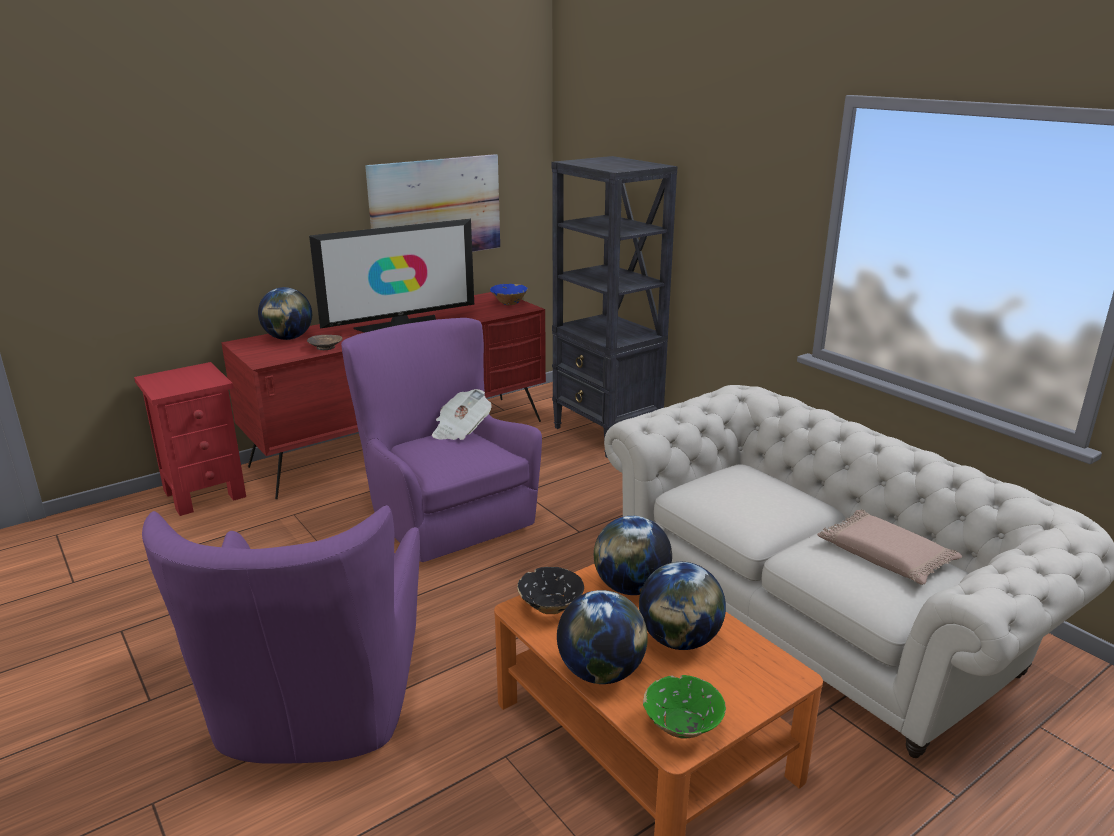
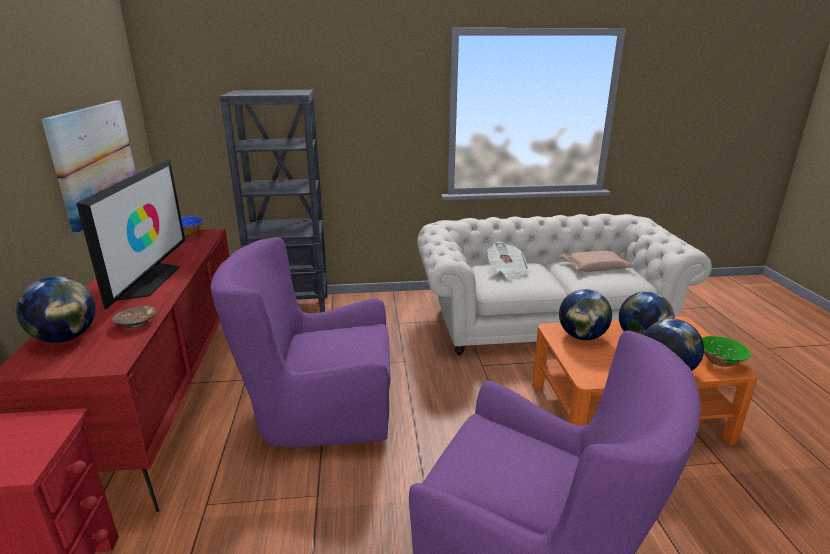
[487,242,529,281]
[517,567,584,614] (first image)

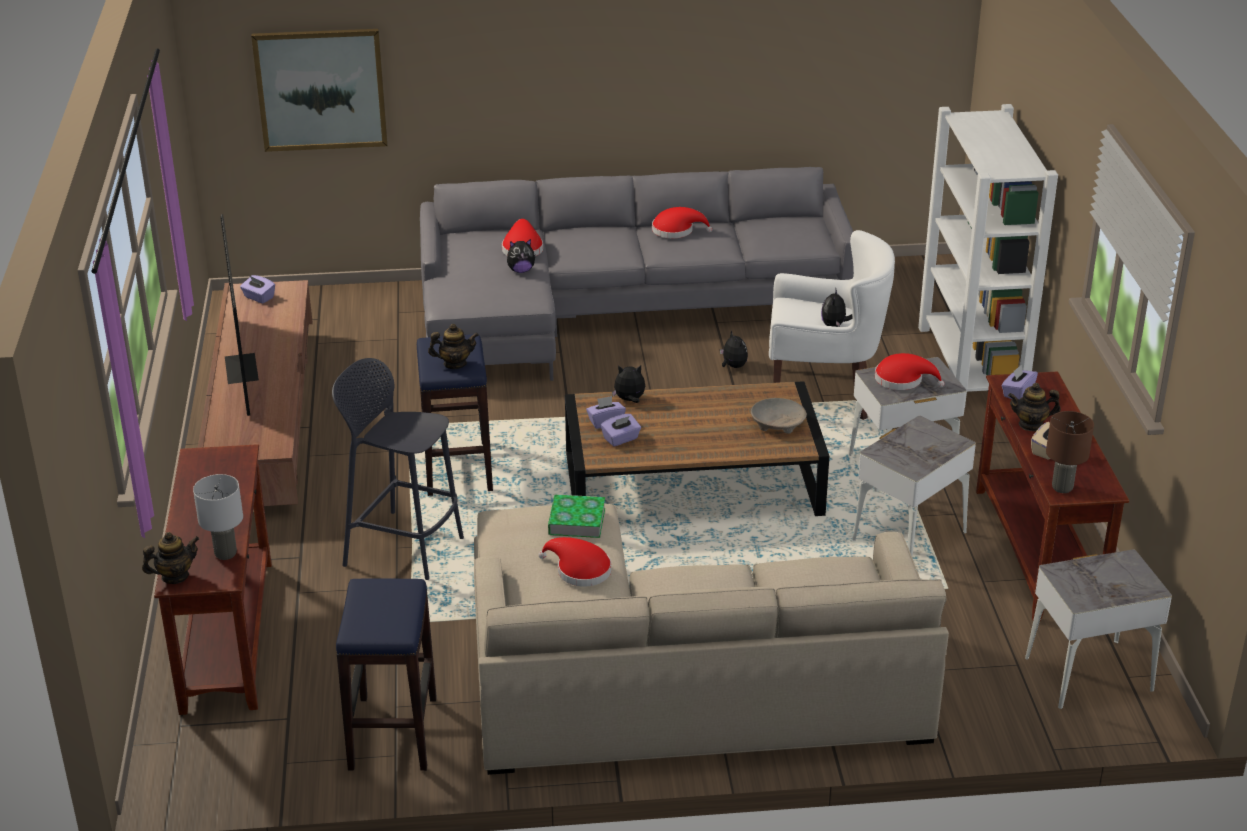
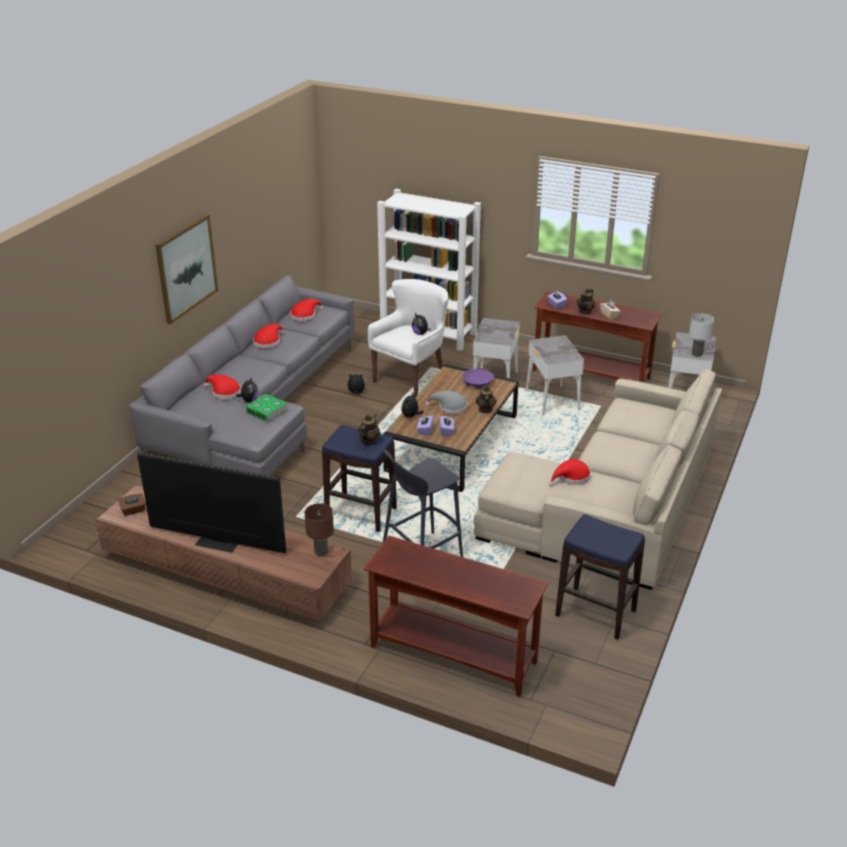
[118,494,146,516]
[155,214,218,324]
[246,394,287,422]
[290,299,323,321]
[304,503,334,556]
[426,391,468,414]
[462,369,494,389]
[476,385,497,413]
[689,313,714,357]

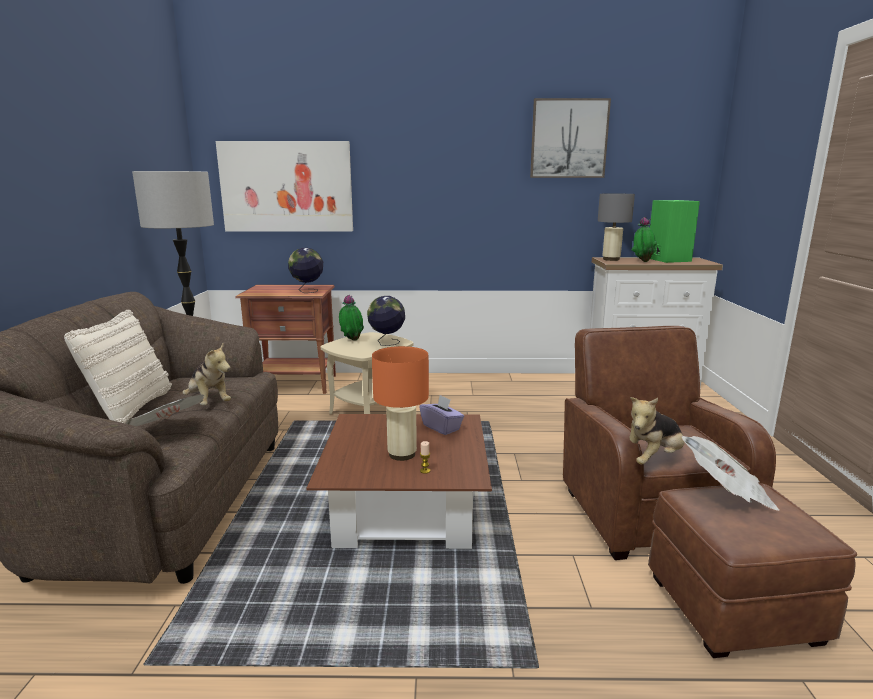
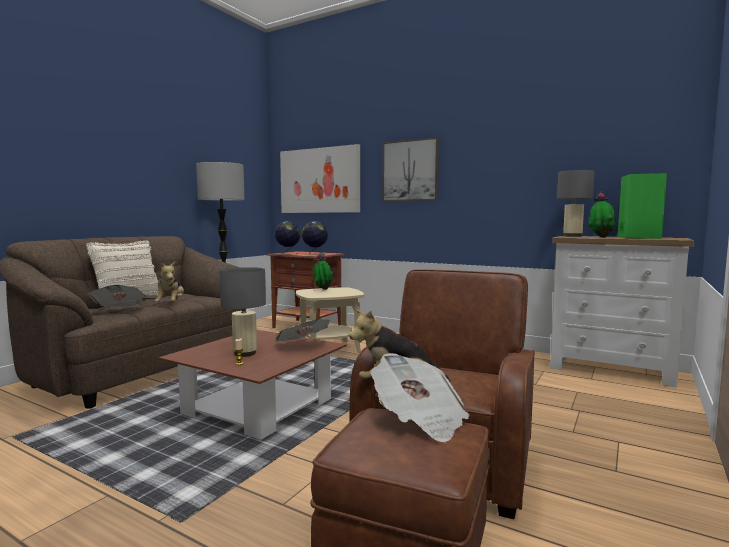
[220,267,266,357]
[275,221,301,254]
[276,319,330,341]
[382,137,439,201]

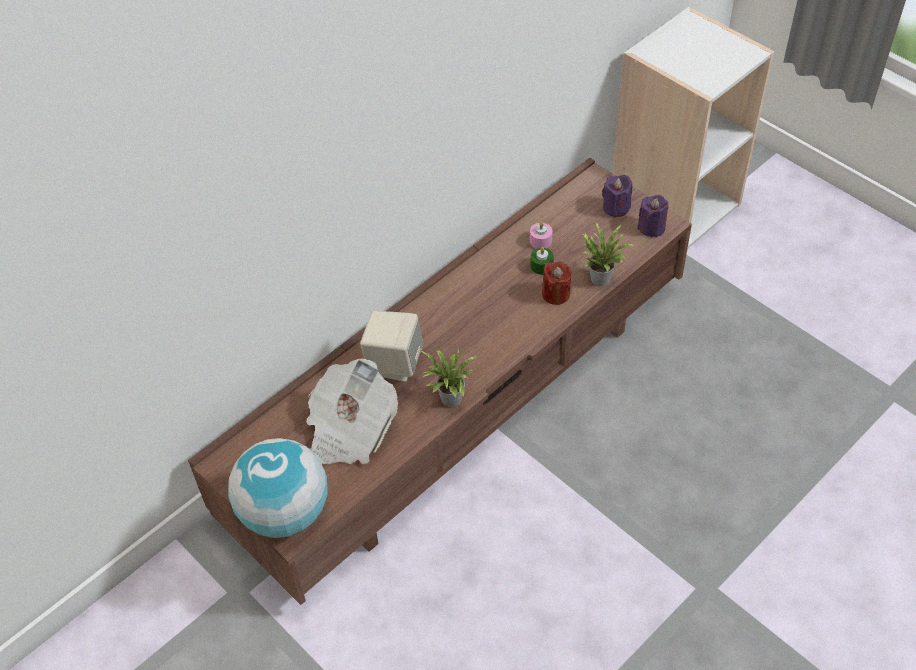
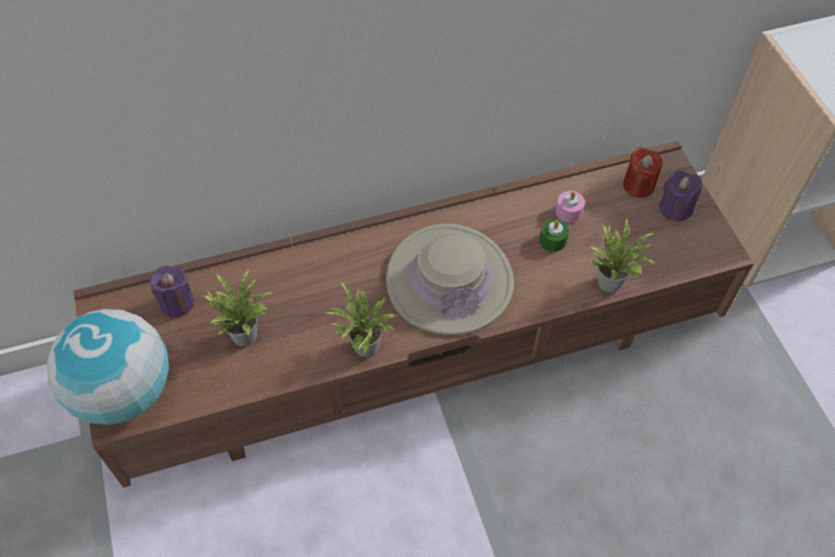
[150,266,194,318]
[203,269,274,346]
[386,224,514,335]
[623,147,663,198]
[360,311,423,382] (first image)

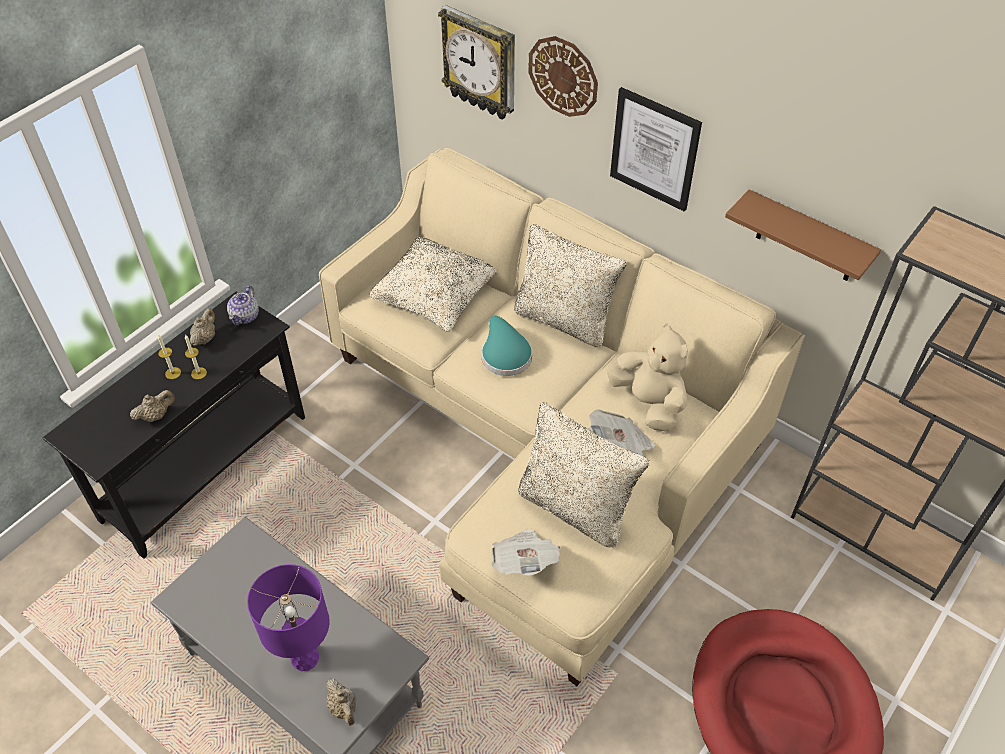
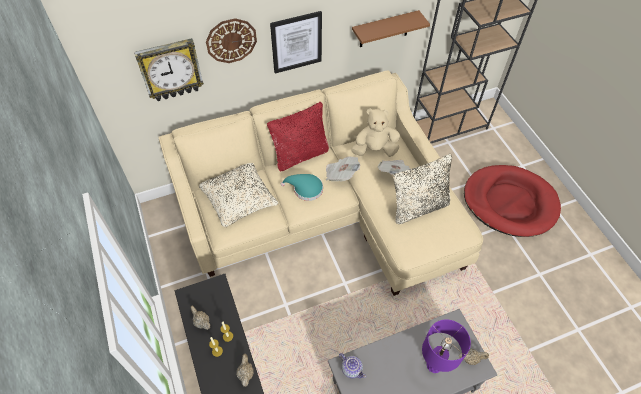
[267,102,329,171]
[326,156,360,181]
[339,353,366,378]

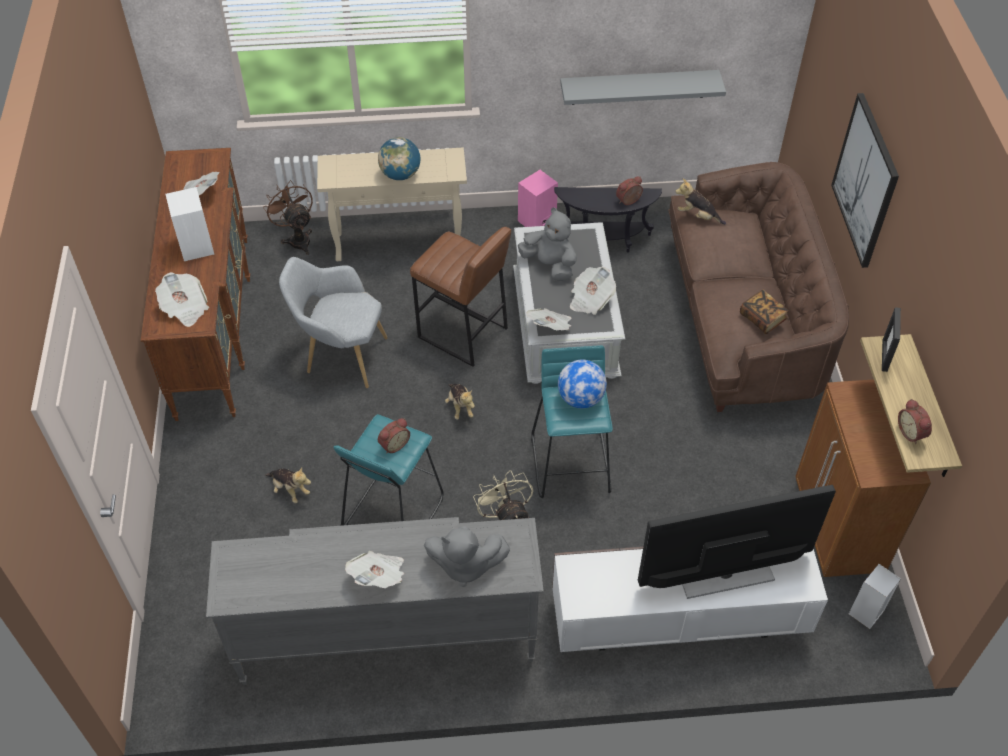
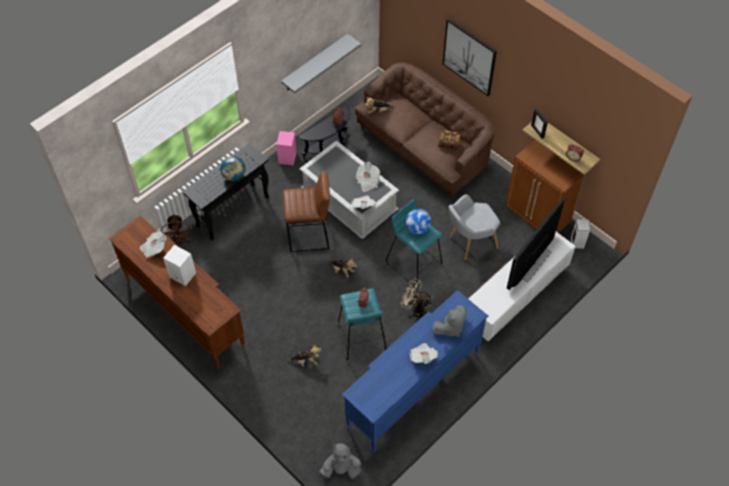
[160,214,191,246]
[183,143,269,241]
[319,443,361,479]
[342,290,488,453]
[449,194,500,260]
[155,272,209,327] (first image)

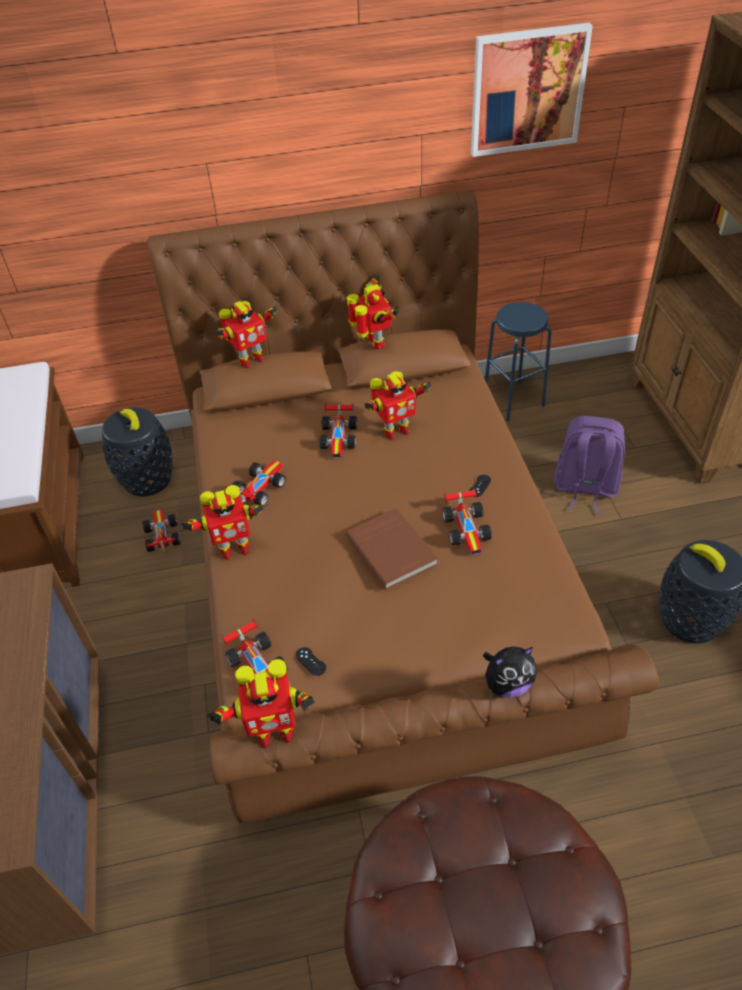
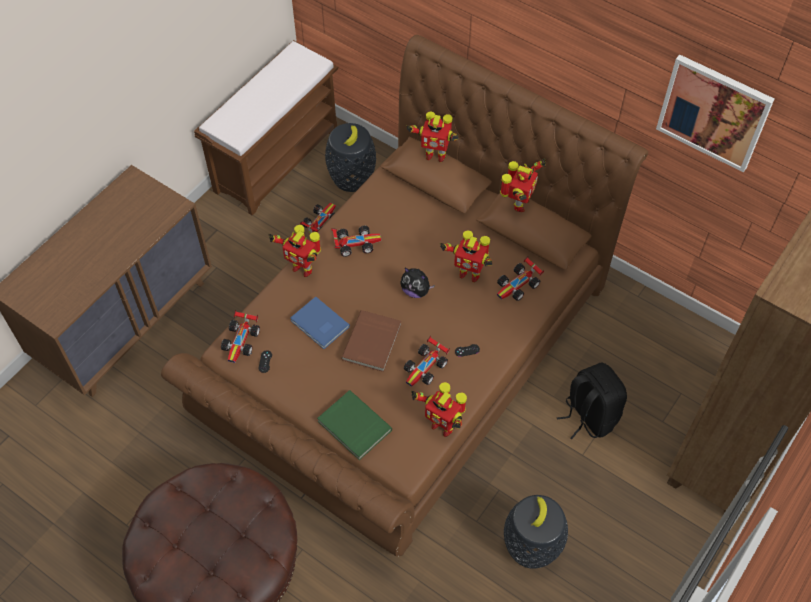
[290,297,350,349]
[317,390,392,460]
[400,268,435,298]
[411,382,467,437]
[497,256,544,301]
[557,363,627,439]
[485,302,552,421] (first image)

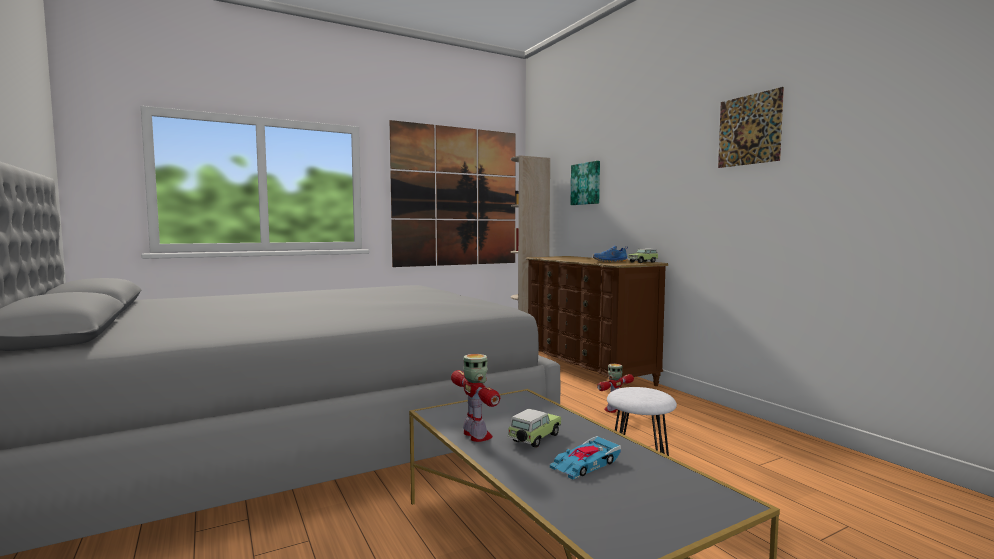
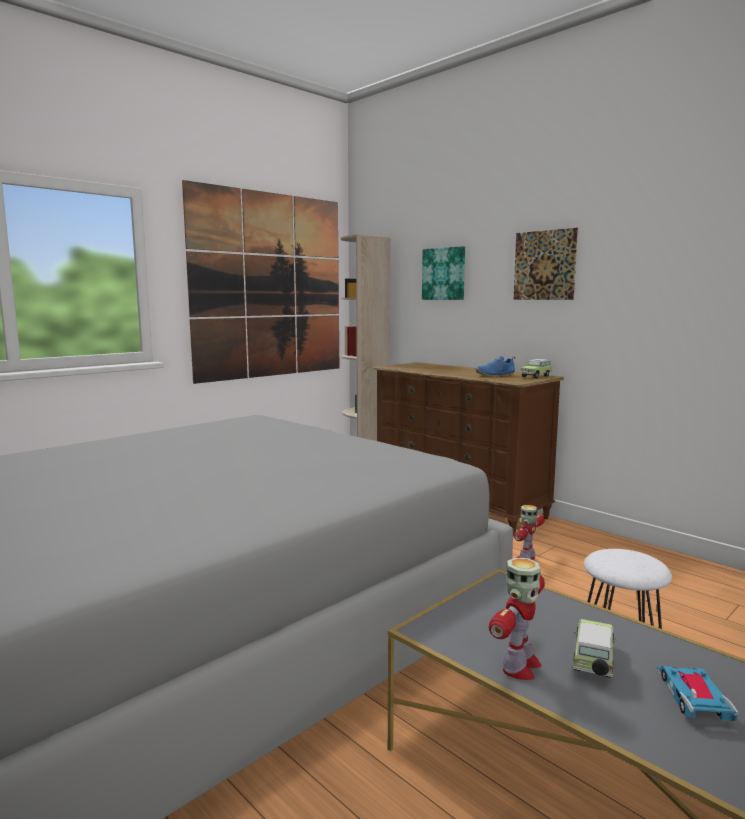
[489,558,545,680]
[514,228,578,300]
[658,666,738,721]

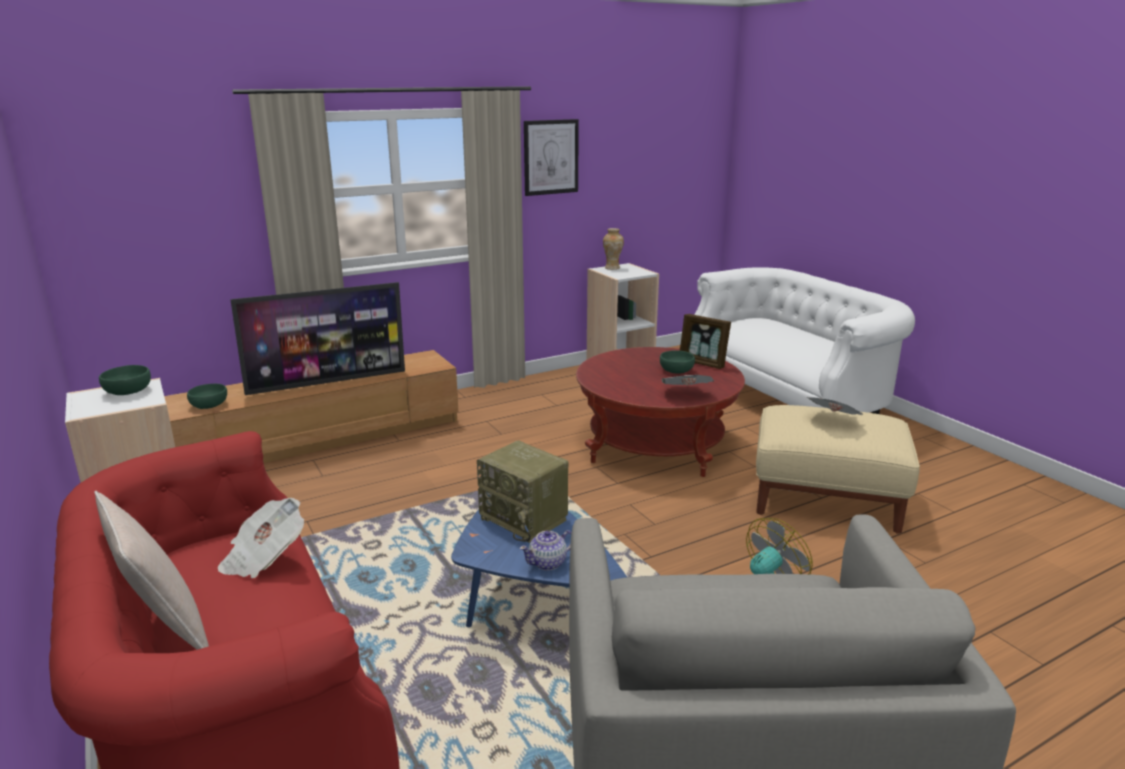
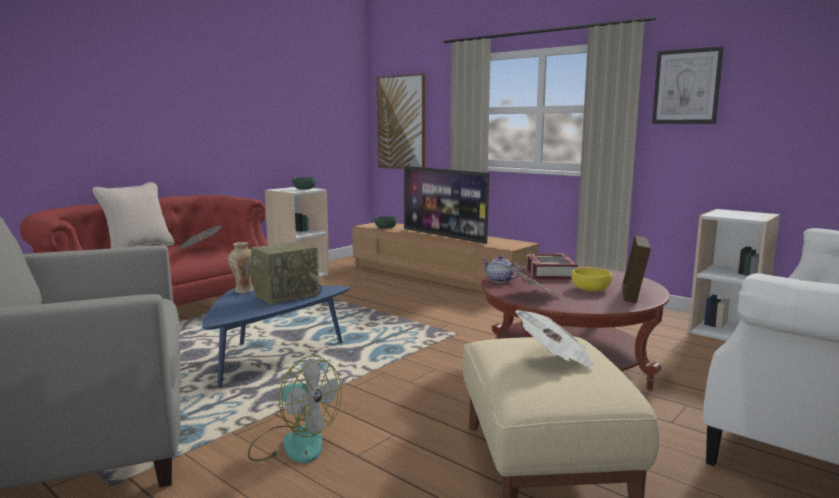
[228,242,254,293]
[251,241,322,305]
[377,74,425,169]
[482,255,520,283]
[525,253,578,279]
[571,268,612,291]

